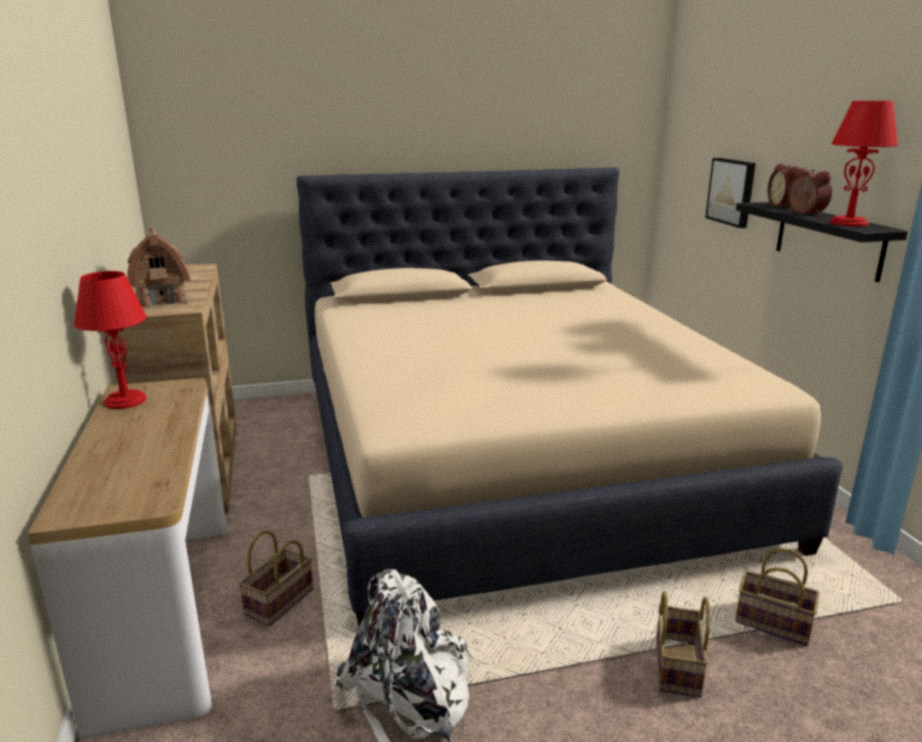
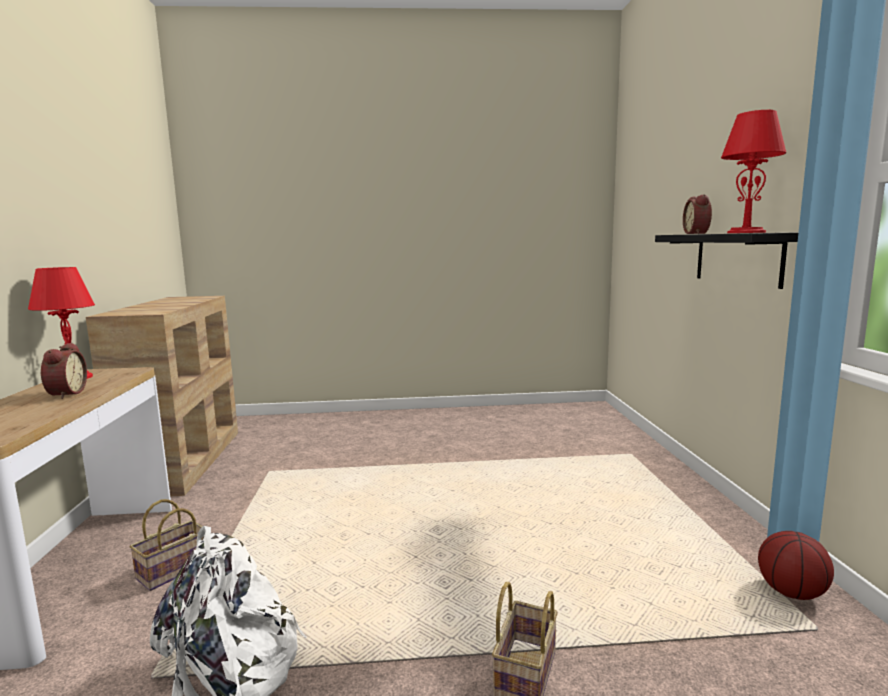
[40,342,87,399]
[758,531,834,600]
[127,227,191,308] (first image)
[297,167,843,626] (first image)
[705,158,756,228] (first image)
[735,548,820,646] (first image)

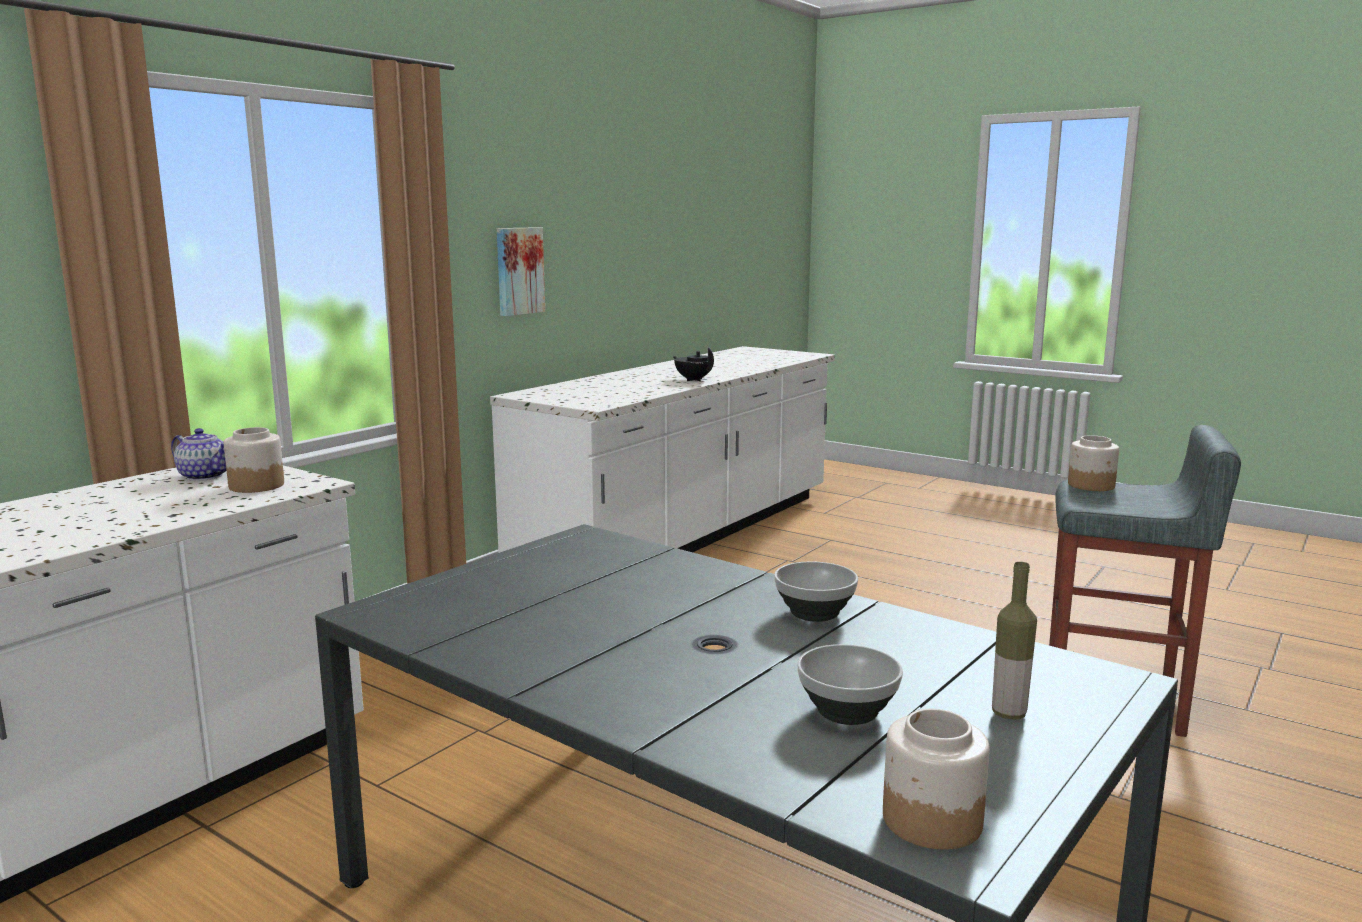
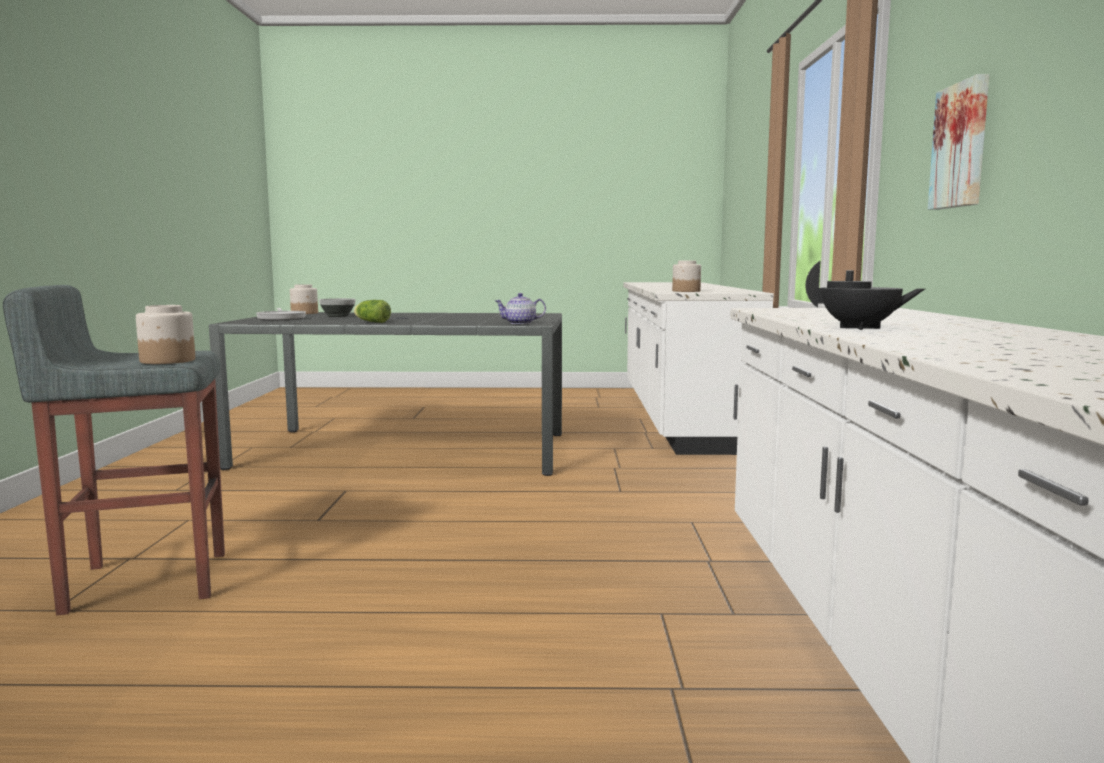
[256,308,306,321]
[354,300,391,323]
[495,293,546,324]

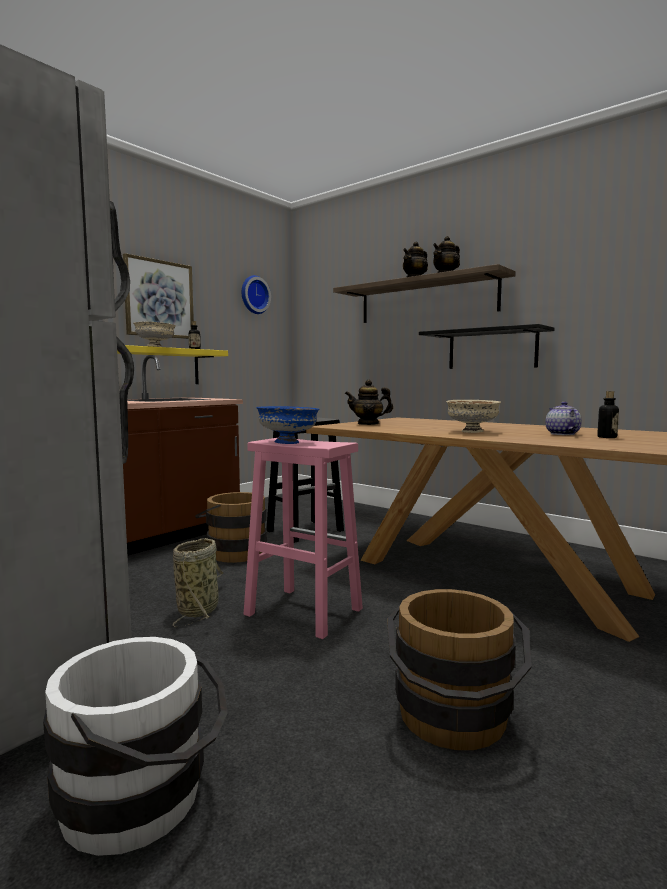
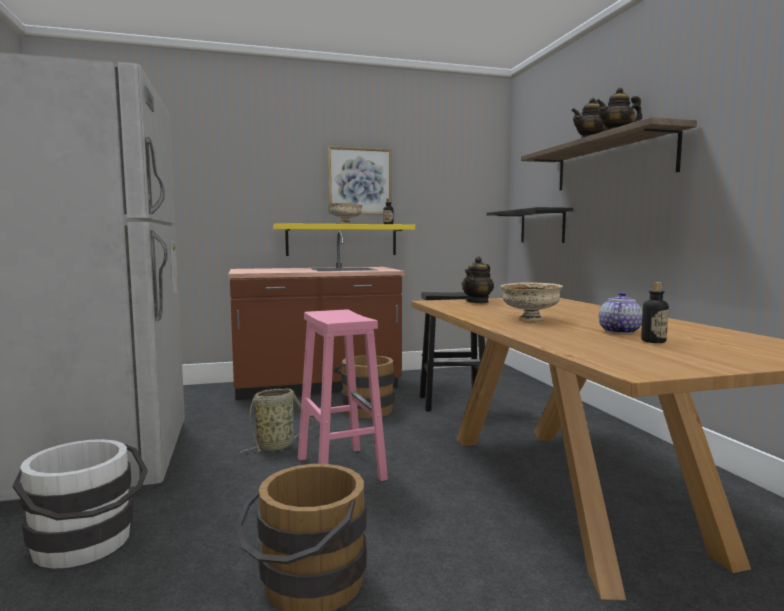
[462,256,494,303]
[486,207,573,243]
[242,275,271,314] (first image)
[256,406,319,444] (first image)

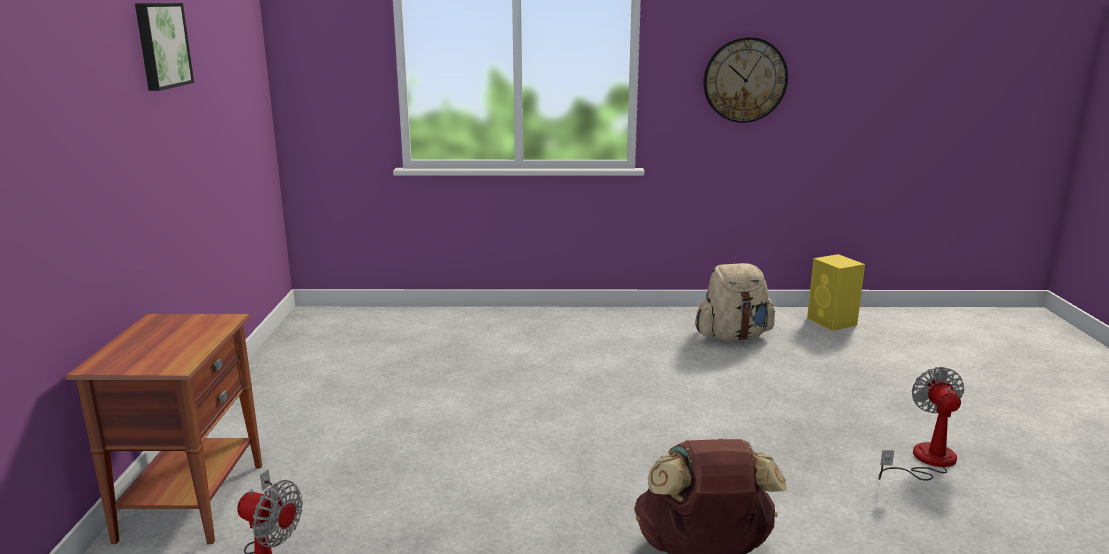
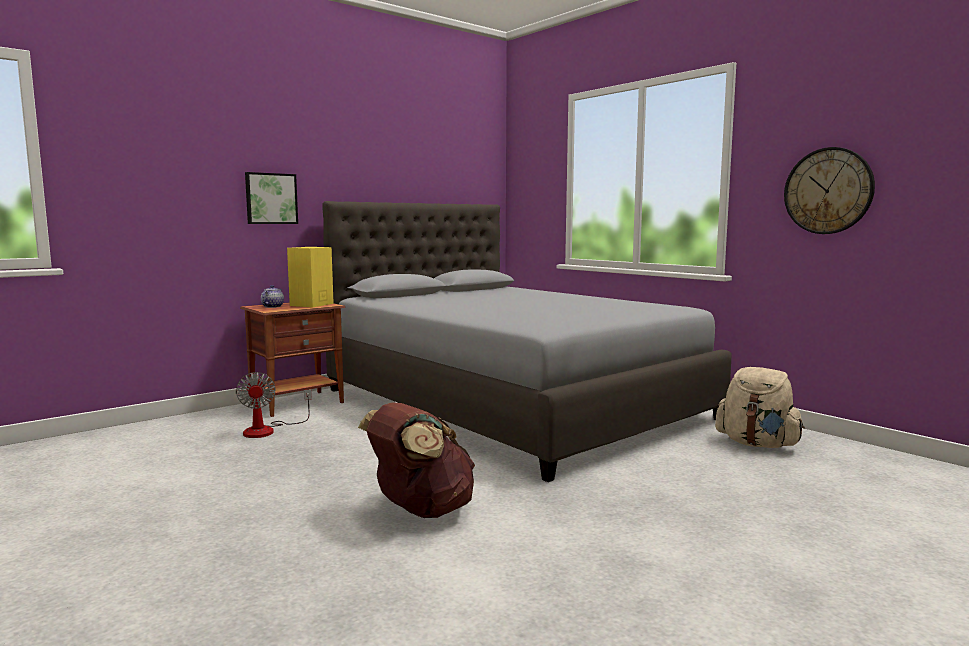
[245,172,298,224]
[261,285,284,308]
[287,247,334,308]
[322,201,732,482]
[879,367,964,481] (first image)

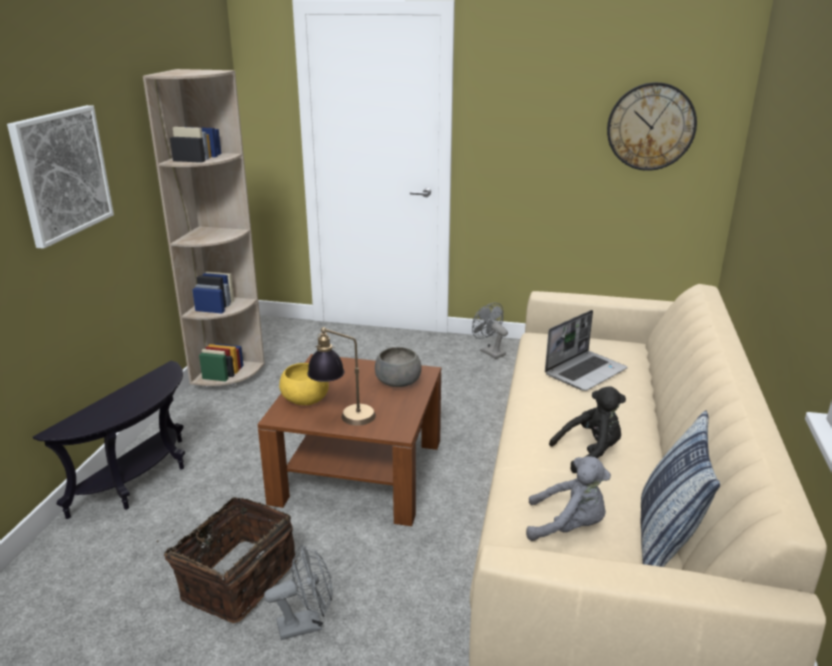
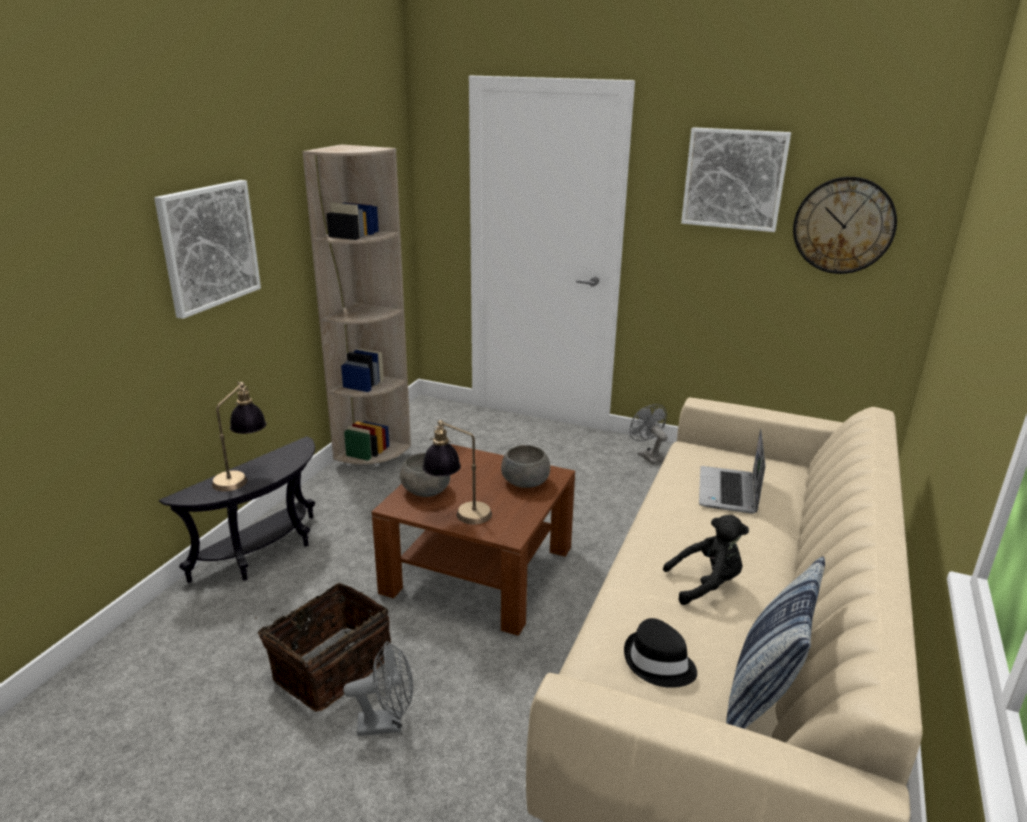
[212,382,267,491]
[400,453,450,497]
[624,618,697,688]
[681,127,791,232]
[699,429,765,514]

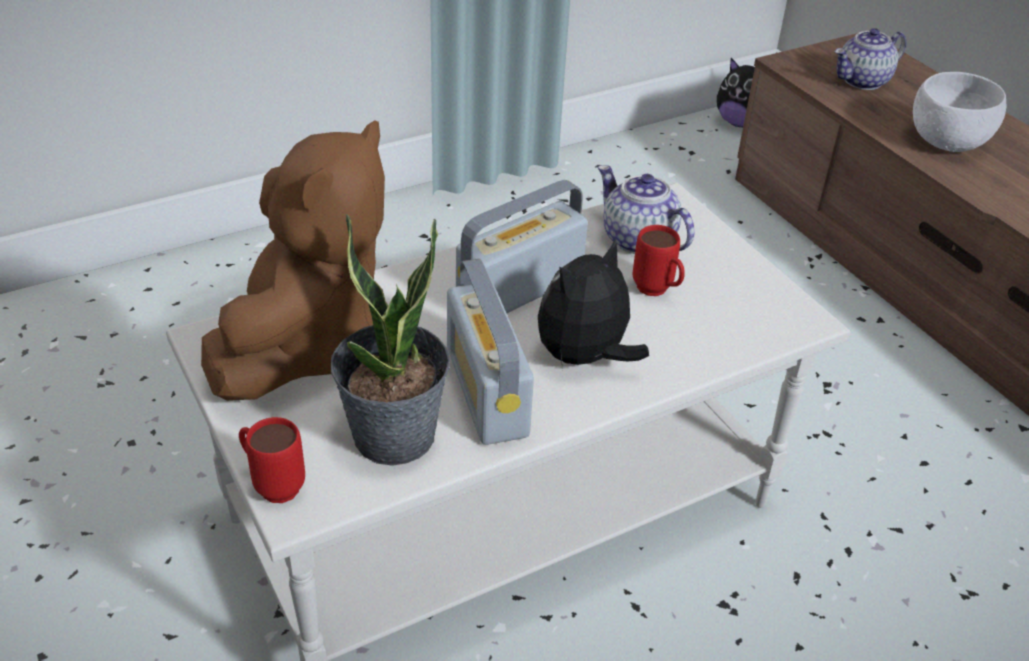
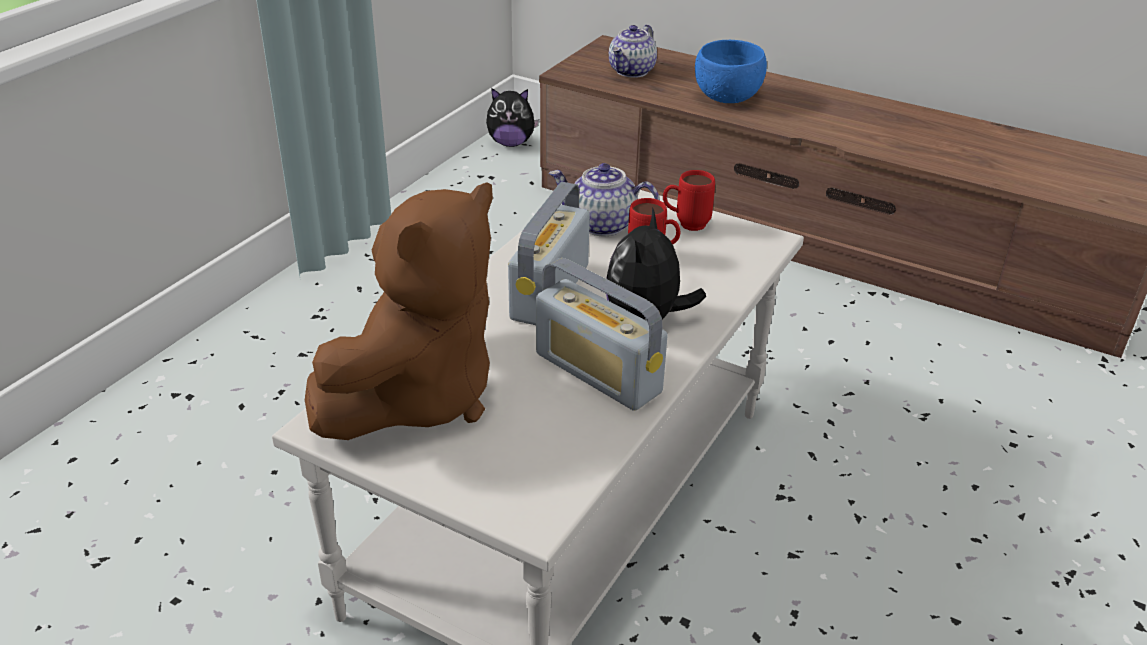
[305,182,493,440]
[663,170,715,231]
[695,40,767,103]
[331,214,450,466] (first image)

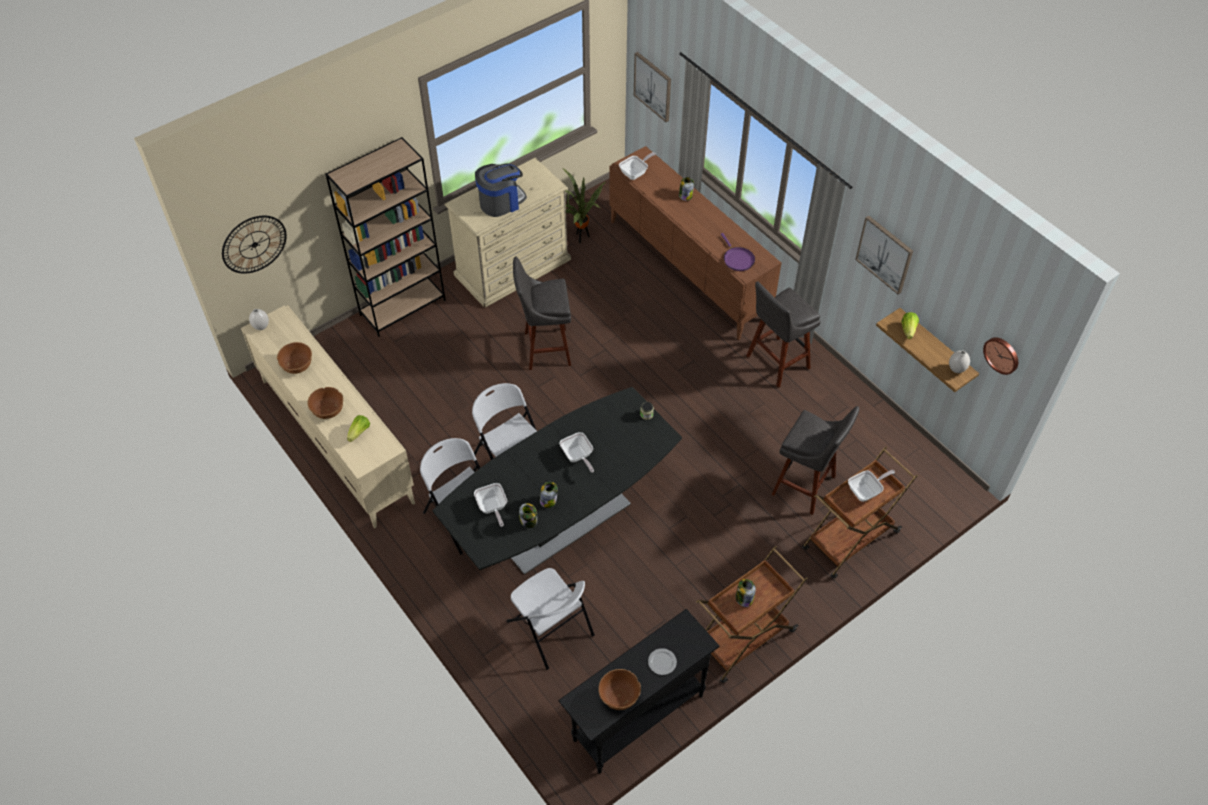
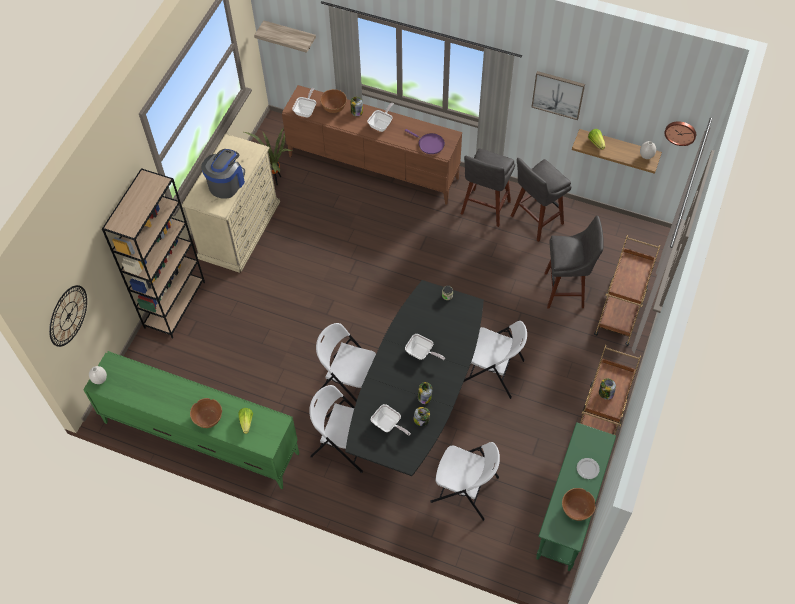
[83,351,299,489]
[254,20,316,53]
[320,89,347,113]
[367,103,394,132]
[464,321,527,399]
[511,158,571,242]
[536,422,616,571]

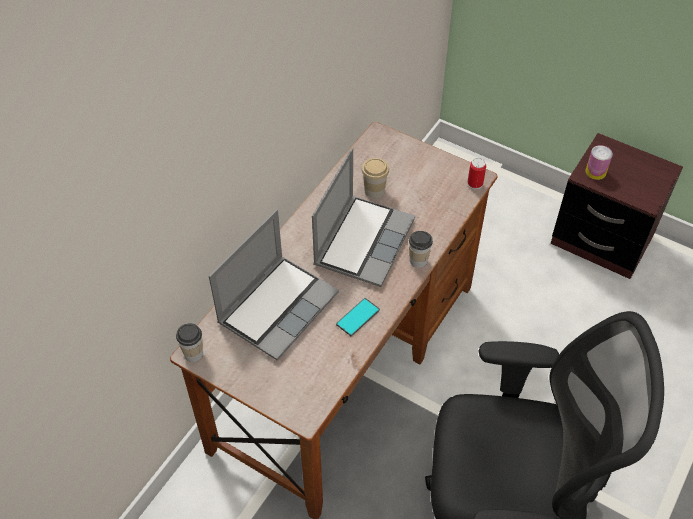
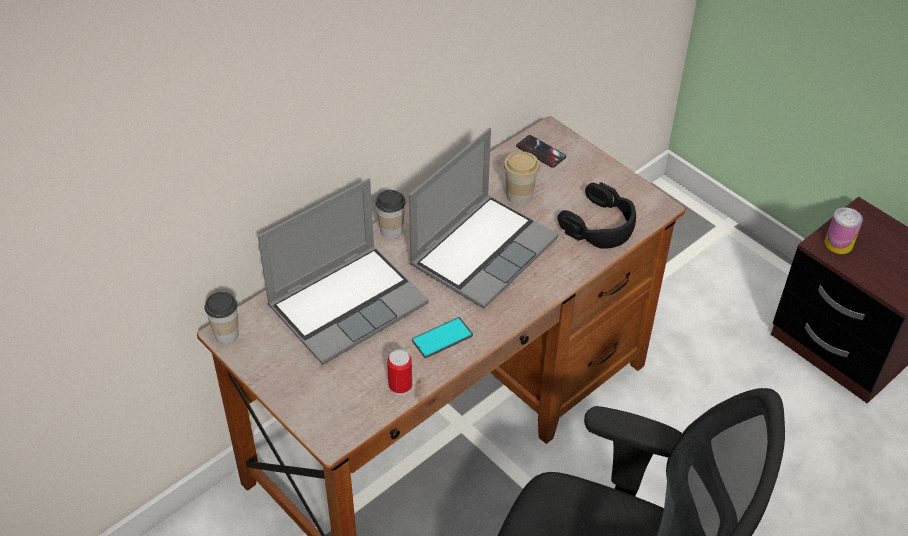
[376,190,406,239]
[387,349,412,395]
[516,135,566,168]
[557,182,636,249]

